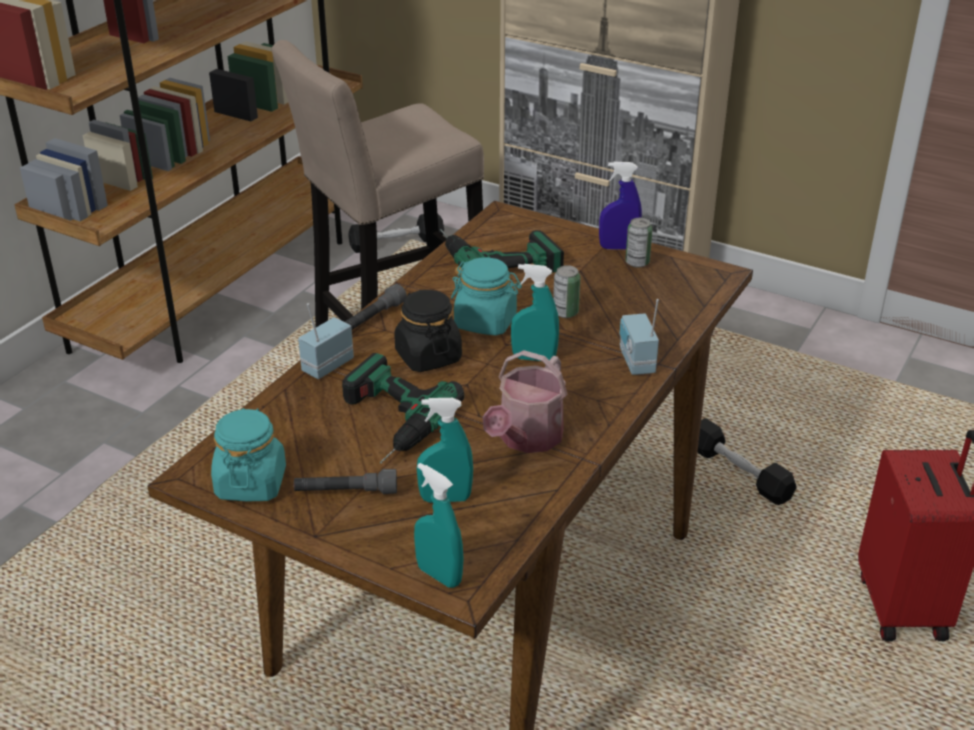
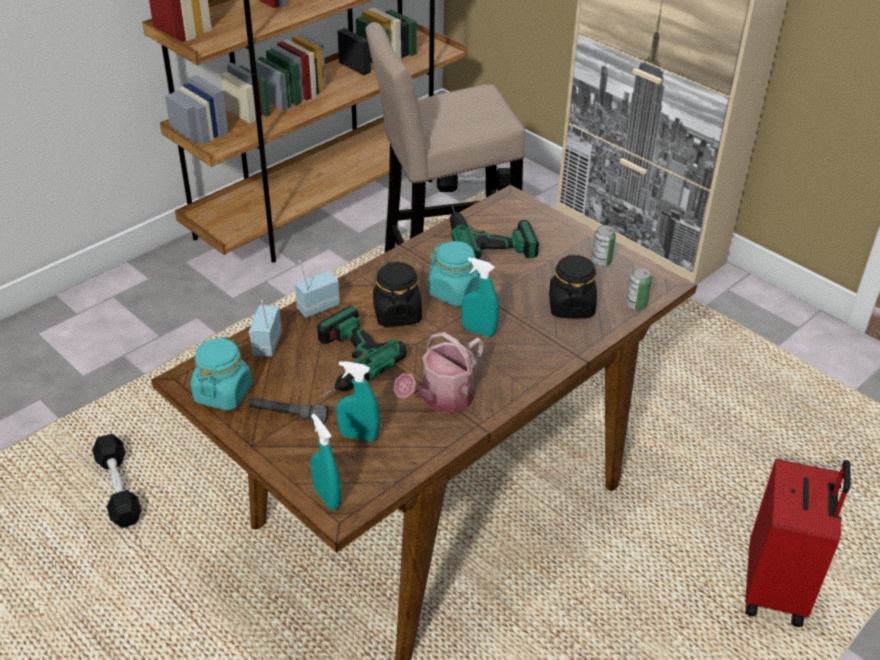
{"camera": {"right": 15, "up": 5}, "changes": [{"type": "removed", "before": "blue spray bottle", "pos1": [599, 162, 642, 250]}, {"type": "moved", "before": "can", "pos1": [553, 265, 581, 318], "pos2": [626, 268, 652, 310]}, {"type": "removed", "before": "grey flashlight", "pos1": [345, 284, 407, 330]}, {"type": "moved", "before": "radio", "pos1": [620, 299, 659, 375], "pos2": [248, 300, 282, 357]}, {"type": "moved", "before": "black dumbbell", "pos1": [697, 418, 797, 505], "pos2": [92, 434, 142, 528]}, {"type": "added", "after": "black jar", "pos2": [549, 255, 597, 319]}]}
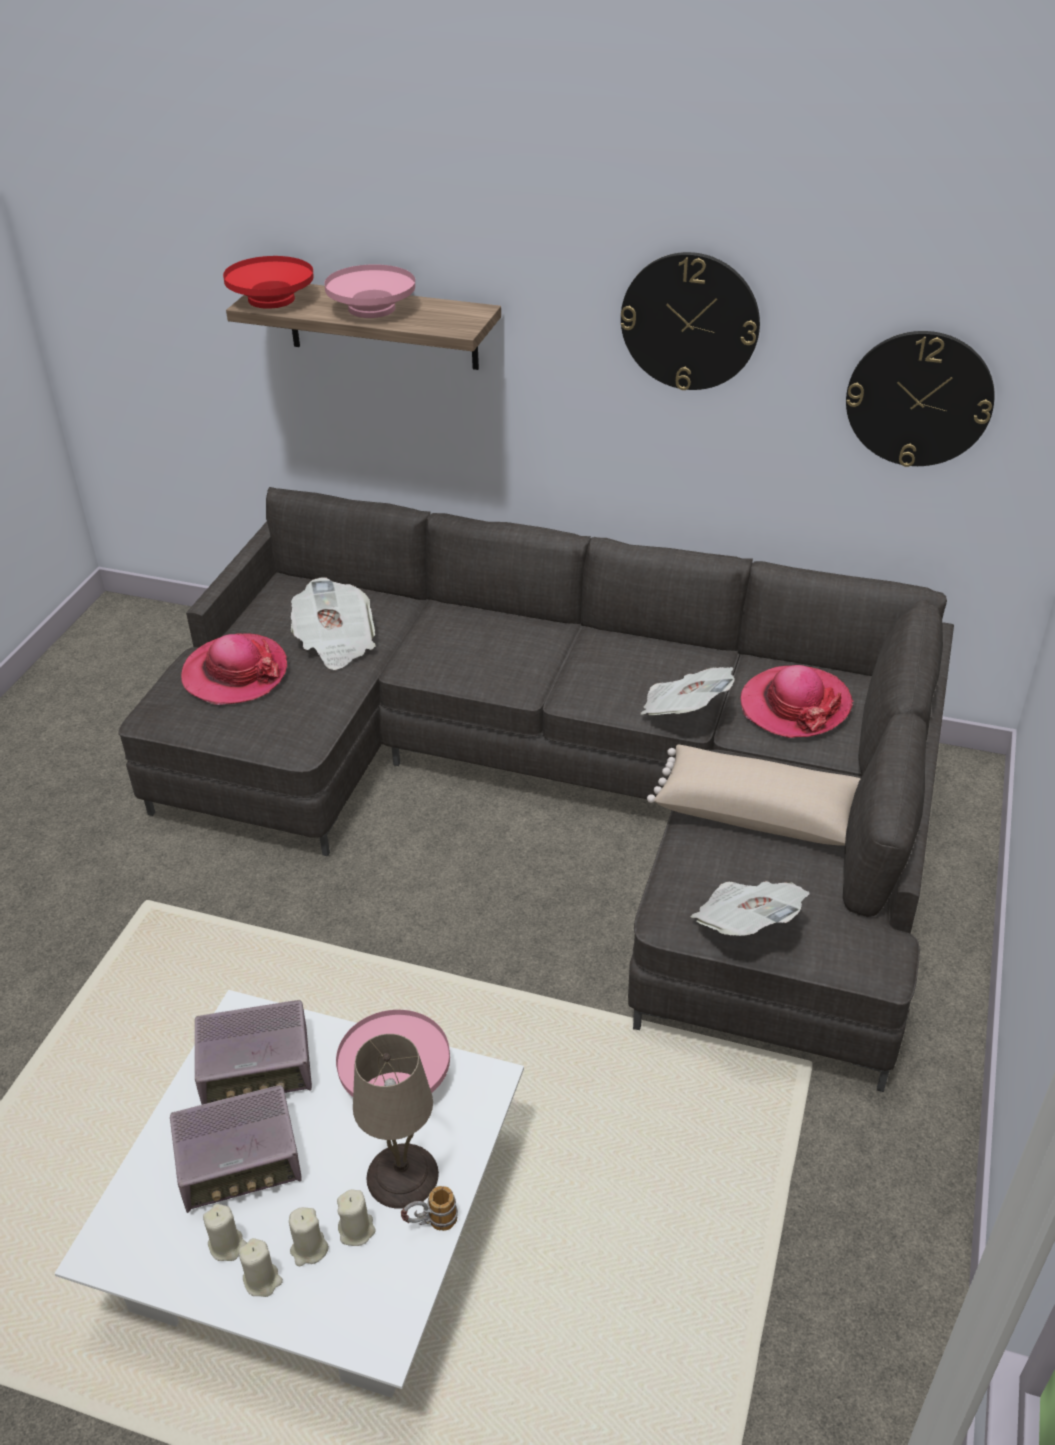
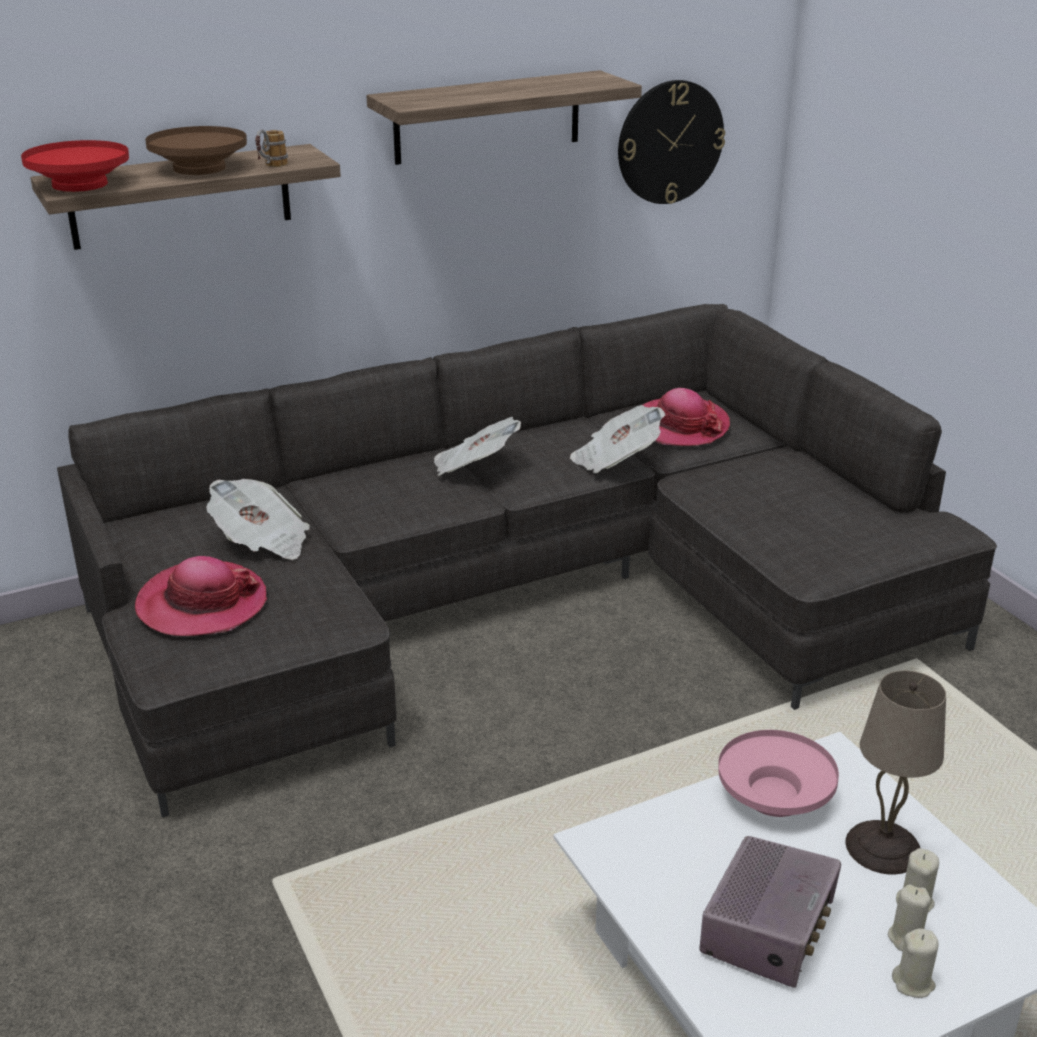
{"camera": {"right": -45, "up": -10}, "changes": [{"type": "replaced", "before": "wall clock", "after": "shelf", "pos1": [621, 252, 760, 390], "pos2": [366, 70, 642, 165]}, {"type": "recoloured", "before": "pink bowl", "after": "brown bowl", "pos1": [325, 264, 415, 318], "pos2": [145, 126, 247, 175]}, {"type": "removed", "before": "beige pillow", "pos1": [647, 744, 861, 846]}, {"type": "moved", "before": "newspaper", "pos1": [690, 881, 809, 936], "pos2": [434, 417, 521, 476]}, {"type": "removed", "before": "radio", "pos1": [195, 1000, 312, 1105]}, {"type": "moved", "before": "mug", "pos1": [401, 1186, 458, 1231], "pos2": [255, 130, 288, 167]}, {"type": "removed", "before": "beige candle", "pos1": [203, 1204, 247, 1261]}]}
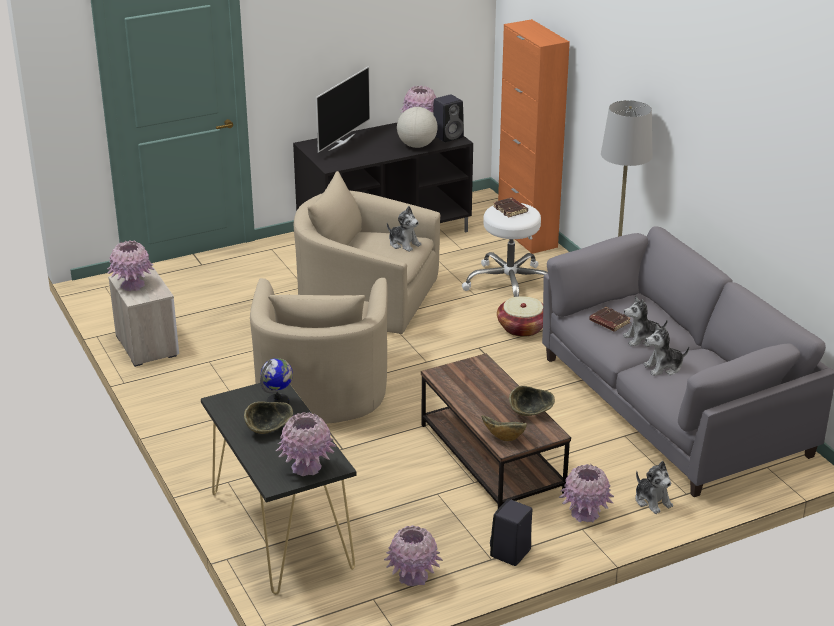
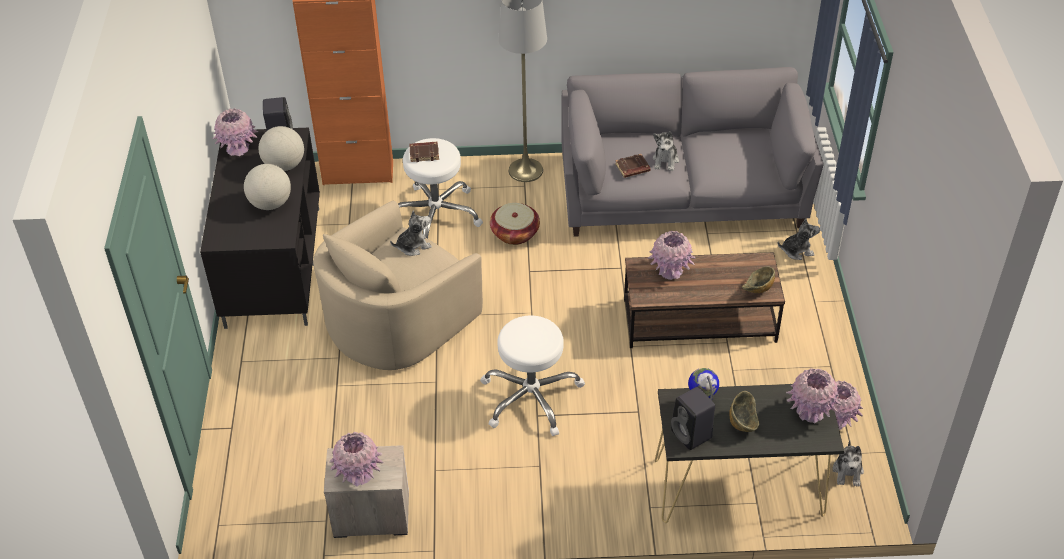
{"camera": {"right": -65, "up": 15}, "changes": [{"type": "removed", "before": "television", "pos1": [316, 66, 370, 153]}, {"type": "replaced", "before": "beige armchair", "after": "white stool", "pos1": [250, 278, 388, 424], "pos2": [480, 316, 585, 436]}, {"type": "moved", "before": "plush toy", "pos1": [644, 324, 689, 376], "pos2": [832, 440, 864, 486]}, {"type": "removed", "before": "bowl", "pos1": [509, 386, 555, 416]}, {"type": "moved", "before": "pink vase", "pos1": [559, 464, 614, 522], "pos2": [648, 231, 696, 280]}, {"type": "moved", "before": "black speaker", "pos1": [490, 499, 532, 566], "pos2": [671, 387, 715, 450]}, {"type": "added", "after": "globe", "pos2": [244, 164, 291, 210]}]}
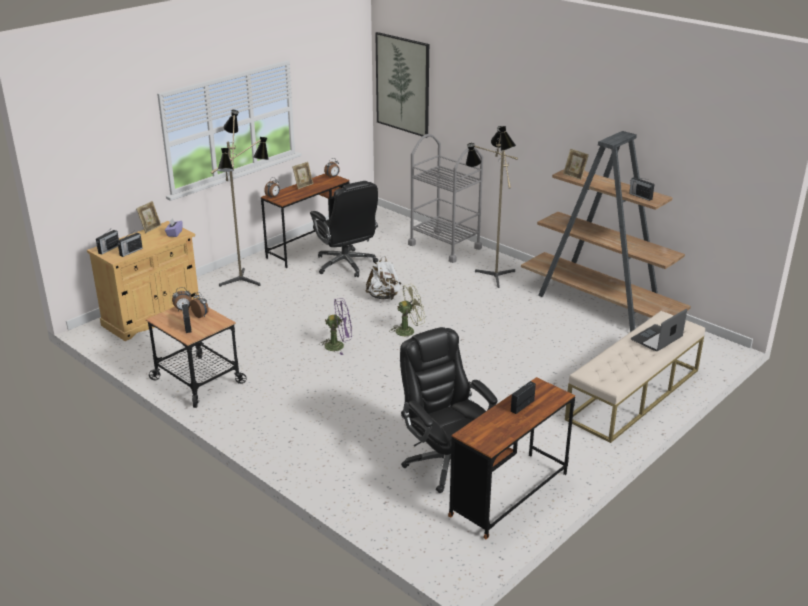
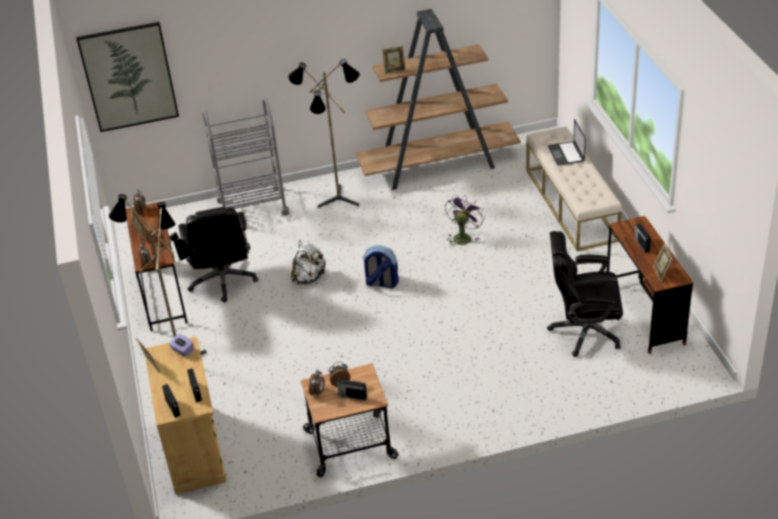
{"camera": {"right": -55, "up": 10}, "changes": [{"type": "removed", "before": "radio", "pos1": [629, 177, 655, 201]}, {"type": "turned", "before": "black office chair", "pos1": [310, 181, 378, 277], "pos2": [178, 207, 259, 302], "turn": 75}, {"type": "replaced", "before": "green fan", "after": "backpack", "pos1": [389, 284, 425, 337], "pos2": [363, 245, 399, 288]}, {"type": "moved", "before": "purple fan", "pos1": [319, 298, 352, 355], "pos2": [445, 195, 485, 247]}, {"type": "added", "after": "picture frame", "pos2": [653, 243, 673, 282]}]}
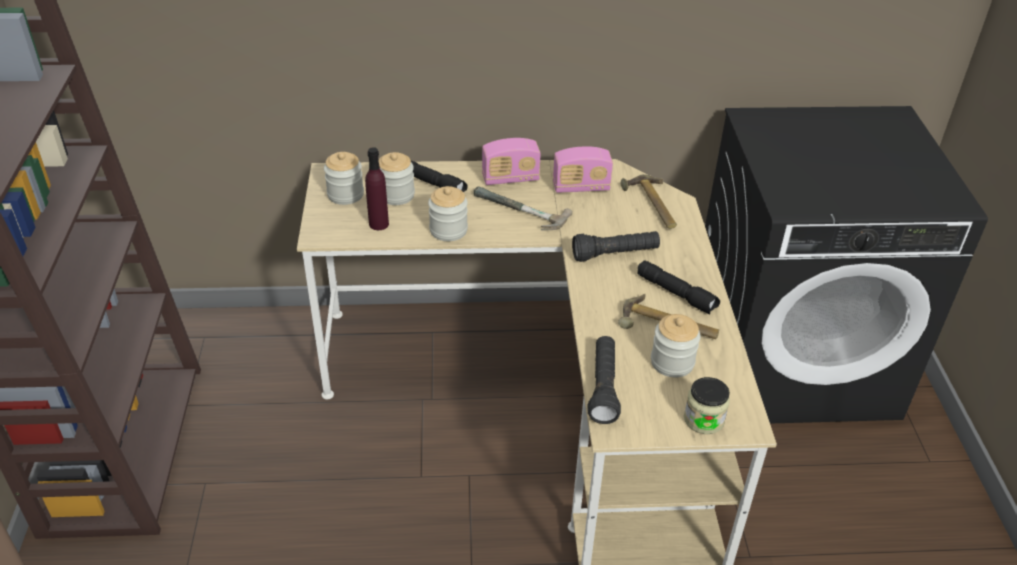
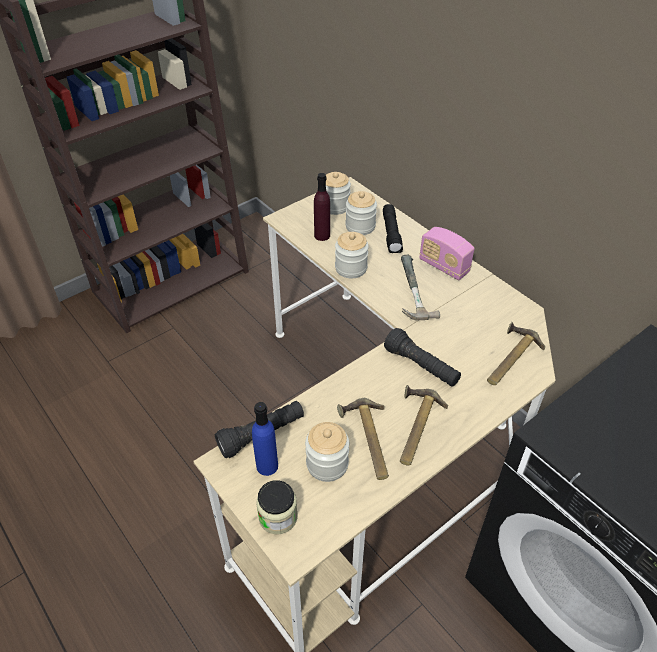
{"camera": {"right": 55, "up": 5}, "changes": [{"type": "removed", "before": "radio", "pos1": [553, 146, 613, 193]}, {"type": "replaced", "before": "black flashlight", "after": "hammer", "pos1": [637, 260, 720, 314], "pos2": [400, 385, 448, 465]}, {"type": "added", "after": "blue bottle", "pos2": [252, 402, 278, 476]}]}
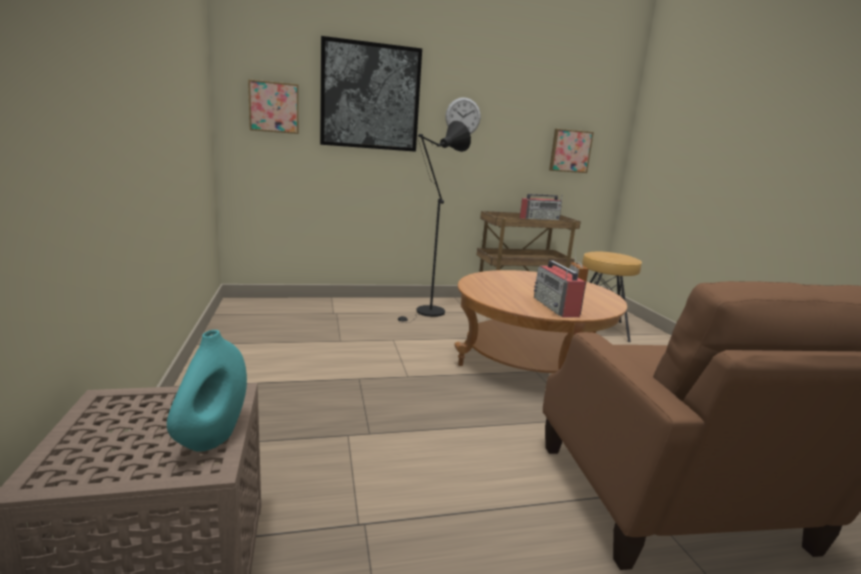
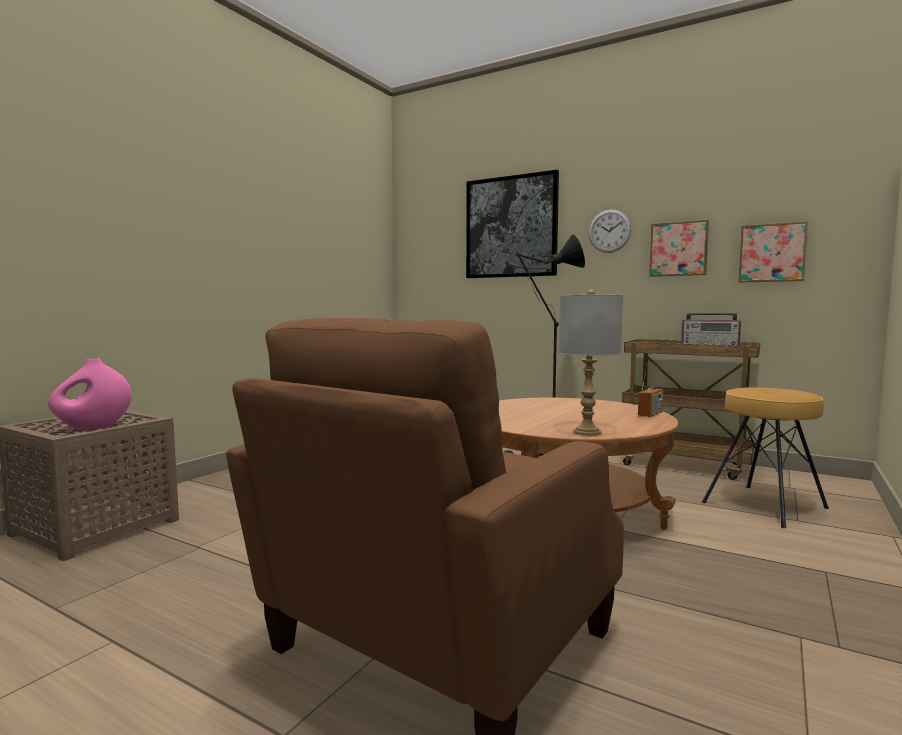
{"camera": {"right": 45, "up": -10}, "changes": [{"type": "moved", "before": "picture", "pos1": [248, 79, 299, 134], "pos2": [649, 220, 709, 277]}, {"type": "removed", "before": "radio", "pos1": [534, 260, 586, 317]}, {"type": "recoloured", "before": "turquoise vase", "after": "pink vase", "pos1": [167, 330, 247, 452], "pos2": [48, 358, 131, 430]}, {"type": "added", "after": "grey table lamp", "pos2": [559, 290, 623, 436]}]}
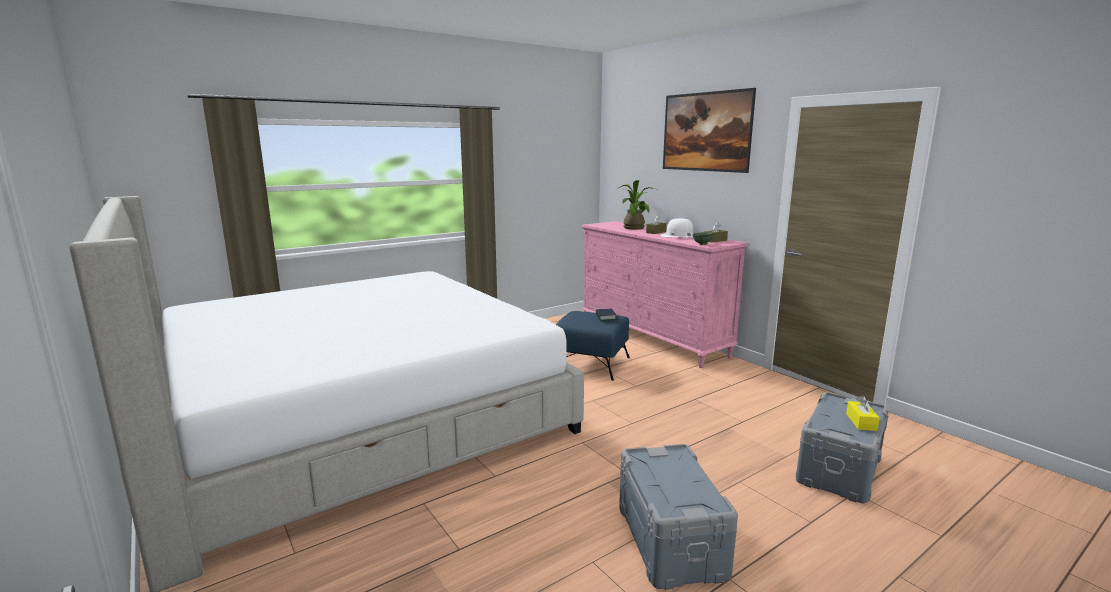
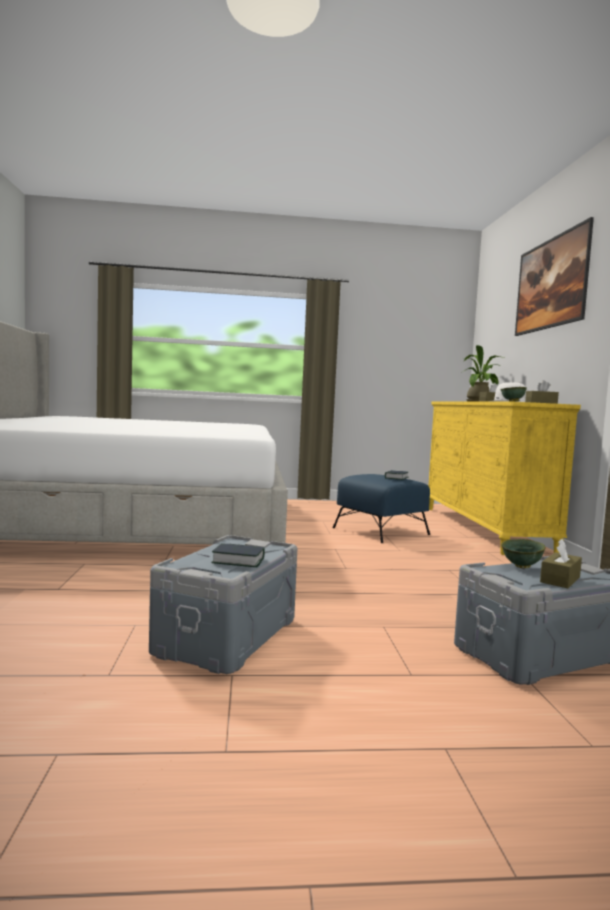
{"camera": {"right": 30, "up": -10}, "changes": [{"type": "recoloured", "before": "pink dresser", "after": "yellow dresser", "pos1": [582, 221, 749, 368], "pos2": [428, 402, 581, 555]}, {"type": "recoloured", "before": "yellow tissue box", "after": "brown tissue box", "pos1": [846, 396, 880, 431], "pos2": [540, 539, 582, 588]}, {"type": "added", "after": "green bowl", "pos2": [501, 539, 545, 568]}, {"type": "added", "after": "book", "pos2": [211, 543, 265, 567]}]}
